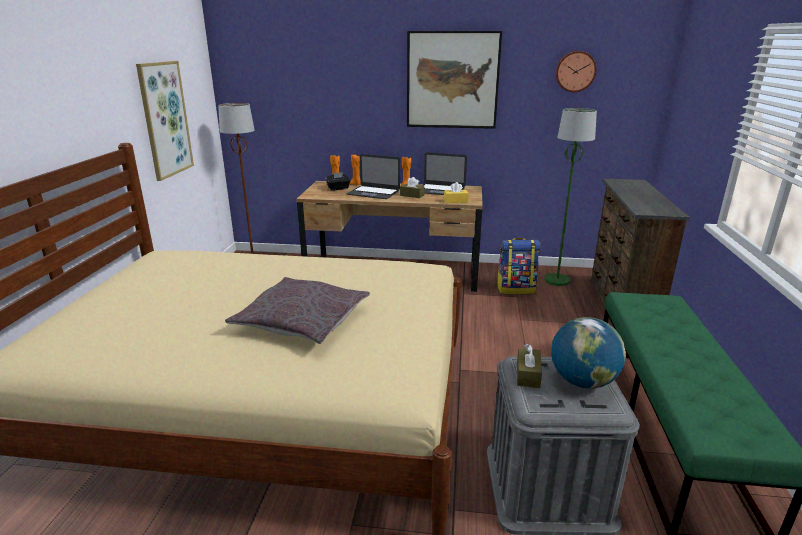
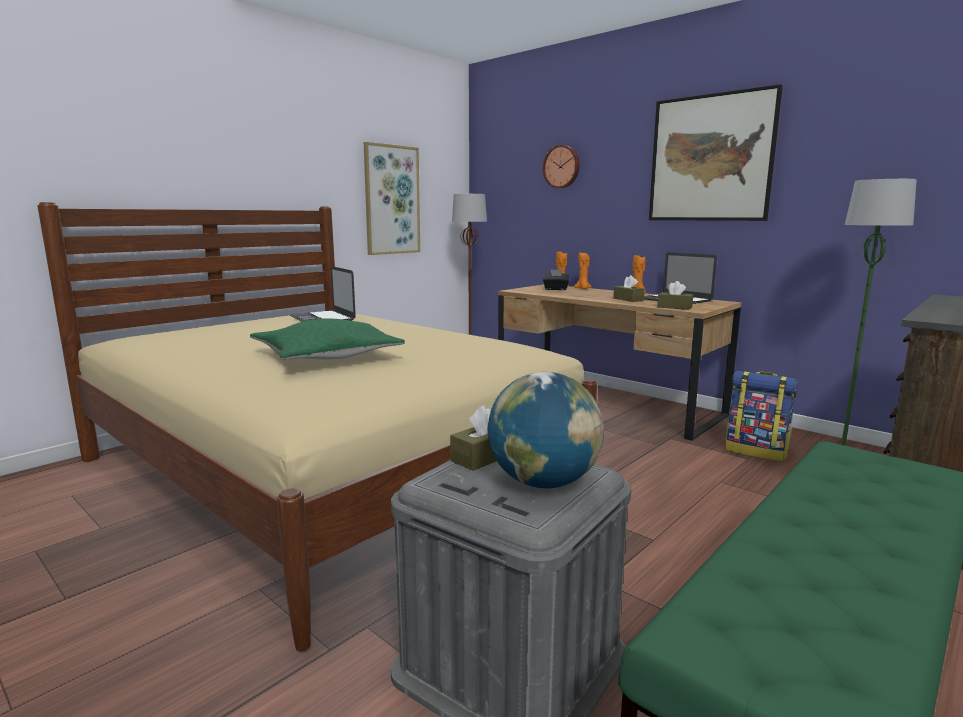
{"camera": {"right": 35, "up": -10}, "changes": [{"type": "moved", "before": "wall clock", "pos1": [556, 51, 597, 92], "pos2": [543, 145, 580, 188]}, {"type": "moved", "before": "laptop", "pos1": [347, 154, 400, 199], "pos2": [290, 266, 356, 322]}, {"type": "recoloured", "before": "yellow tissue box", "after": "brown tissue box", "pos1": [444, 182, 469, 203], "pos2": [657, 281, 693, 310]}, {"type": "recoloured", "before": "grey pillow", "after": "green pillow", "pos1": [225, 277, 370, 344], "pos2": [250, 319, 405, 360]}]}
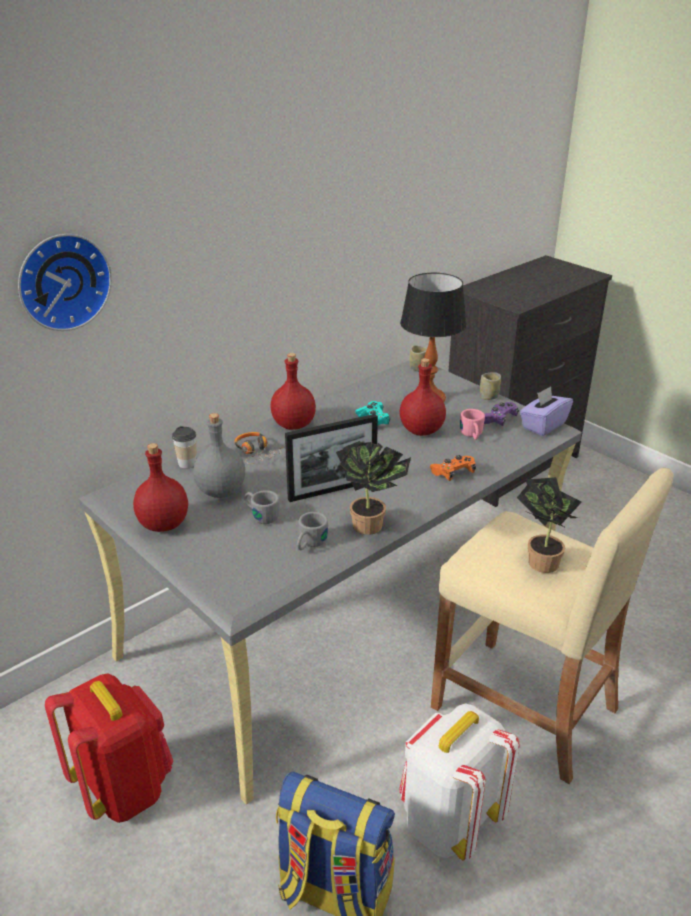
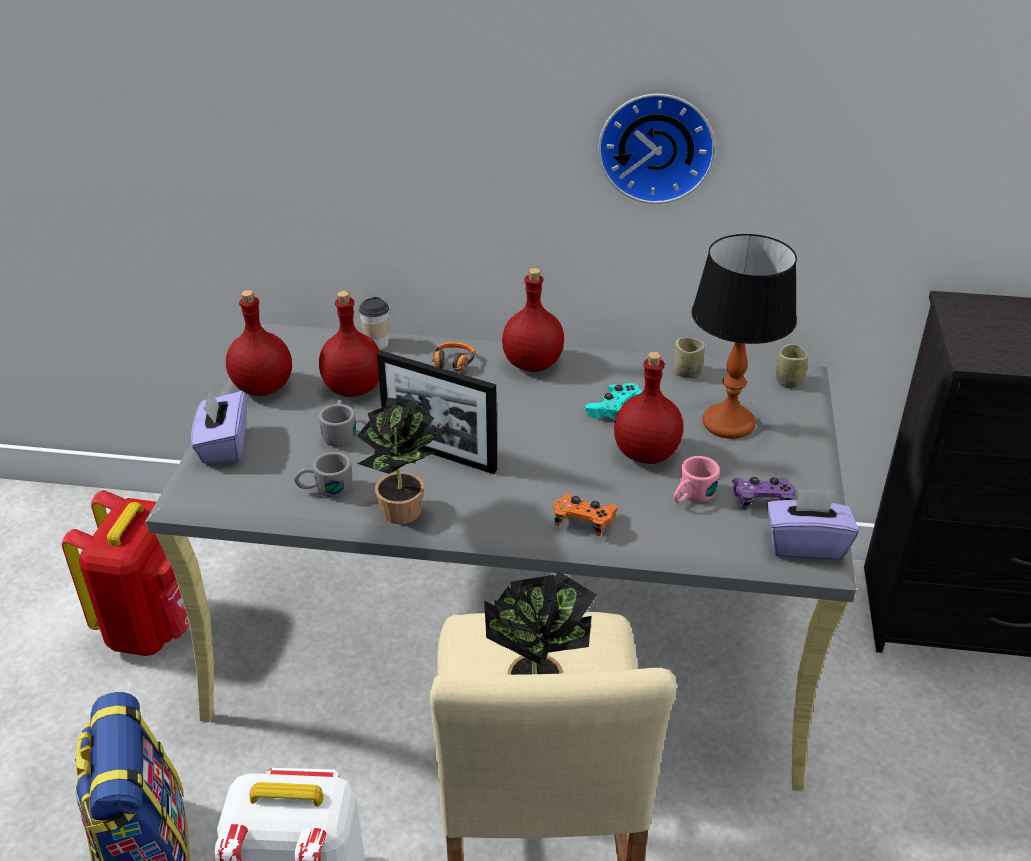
{"camera": {"right": 50, "up": 5}, "changes": [{"type": "moved", "before": "wall clock", "pos1": [18, 234, 112, 331], "pos2": [598, 94, 715, 204]}, {"type": "moved", "before": "cup", "pos1": [480, 372, 501, 400], "pos2": [674, 337, 705, 378]}, {"type": "recoloured", "before": "grey bottle", "after": "red bottle", "pos1": [193, 413, 245, 498], "pos2": [319, 291, 380, 397]}, {"type": "added", "after": "purple tissue box", "pos2": [191, 390, 247, 464]}]}
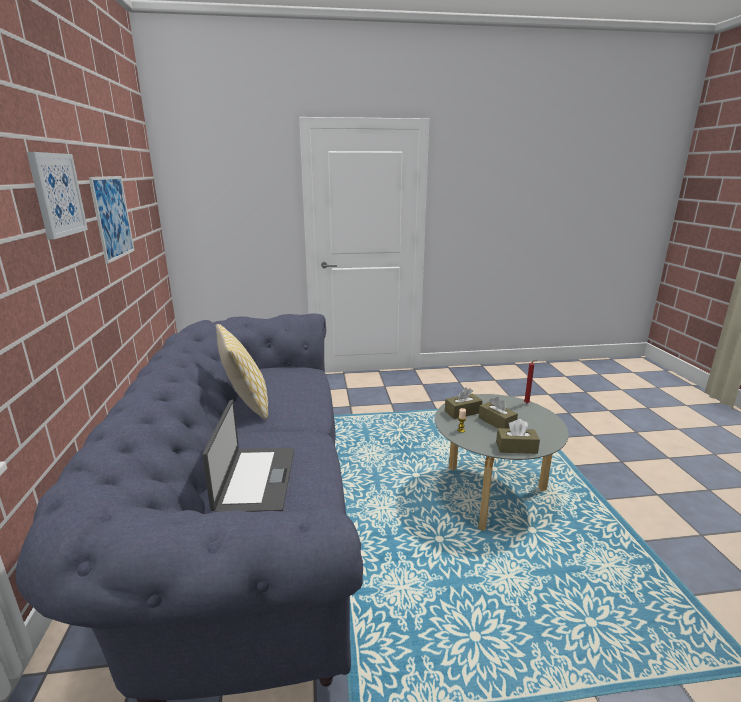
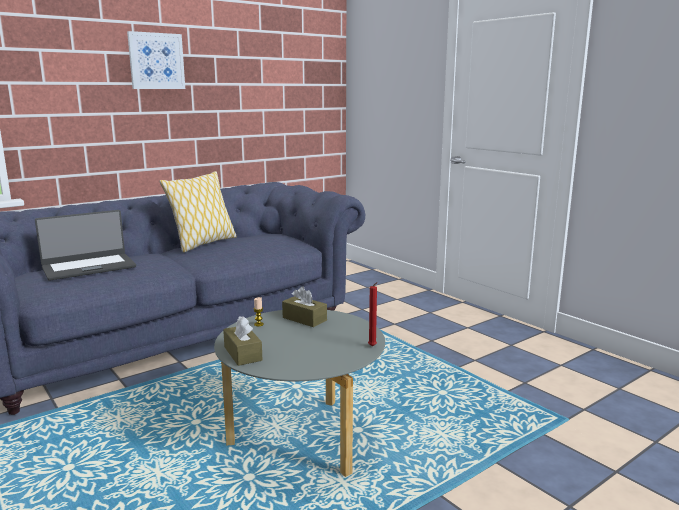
{"camera": {"right": 60, "up": -5}, "changes": [{"type": "removed", "before": "picture", "pos1": [89, 176, 135, 264]}, {"type": "removed", "before": "brown tissue box", "pos1": [479, 396, 518, 429]}]}
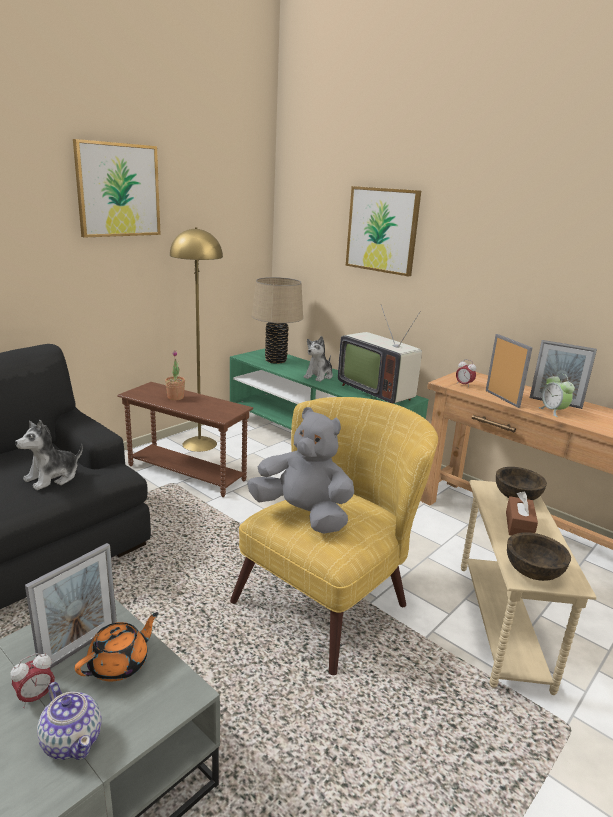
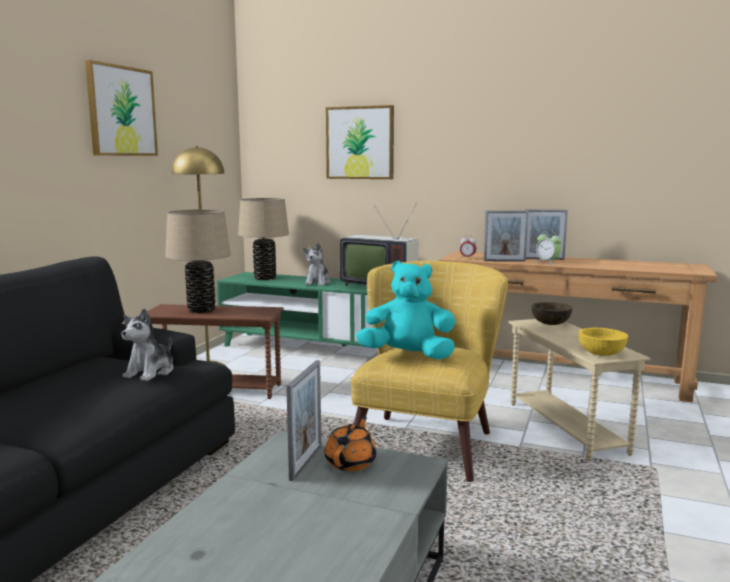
{"camera": {"right": -20, "up": -10}, "changes": [{"type": "turned", "before": "picture frame", "pos1": [486, 334, 533, 408], "pos2": [484, 210, 528, 262], "turn": 135}, {"type": "replaced", "before": "potted plant", "after": "beige table lamp", "pos1": [165, 351, 185, 400], "pos2": [165, 209, 231, 313]}, {"type": "recoloured", "before": "grey plush toy", "after": "turquoise plush toy", "pos1": [247, 407, 354, 534], "pos2": [356, 261, 455, 360]}, {"type": "removed", "before": "brown tissue box", "pos1": [506, 492, 538, 536]}, {"type": "recoloured", "before": "brown bowl", "after": "yellow bowl", "pos1": [507, 532, 571, 581], "pos2": [579, 328, 628, 356]}, {"type": "removed", "before": "alarm clock", "pos1": [10, 653, 55, 708]}, {"type": "removed", "before": "teapot", "pos1": [37, 682, 102, 760]}]}
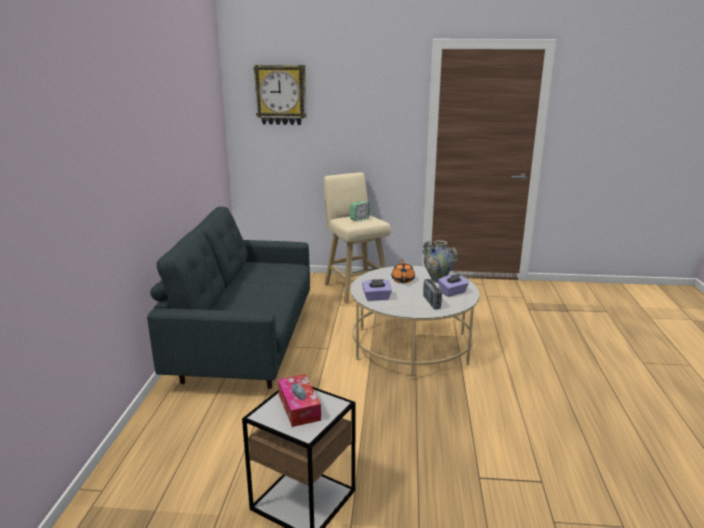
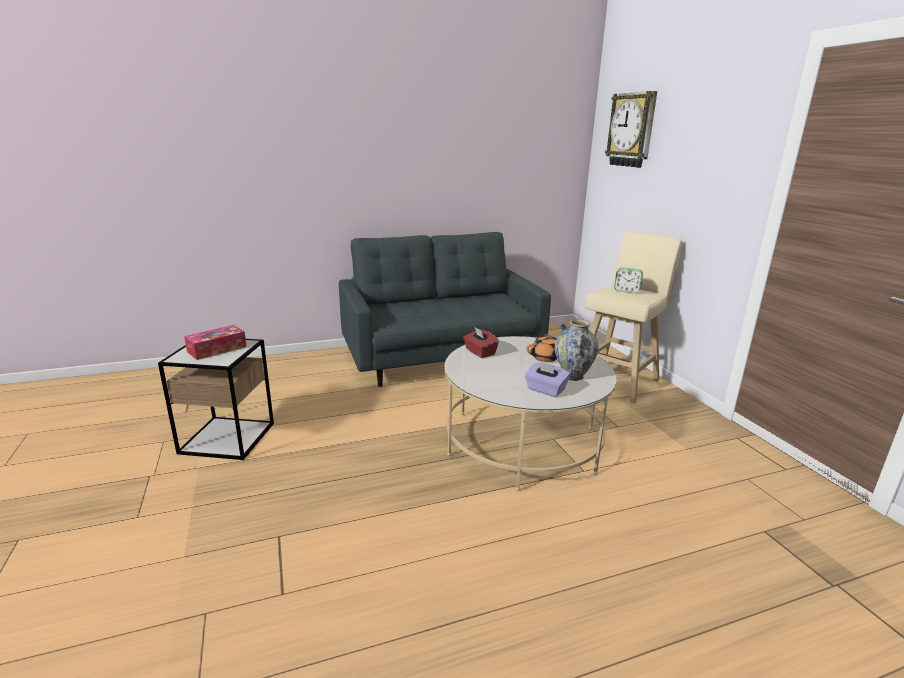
{"camera": {"right": 65, "up": 0}, "changes": [{"type": "recoloured", "before": "purple tissue box", "after": "red tissue box", "pos1": [362, 279, 392, 301], "pos2": [463, 326, 499, 358]}, {"type": "removed", "before": "radio", "pos1": [423, 279, 442, 309]}]}
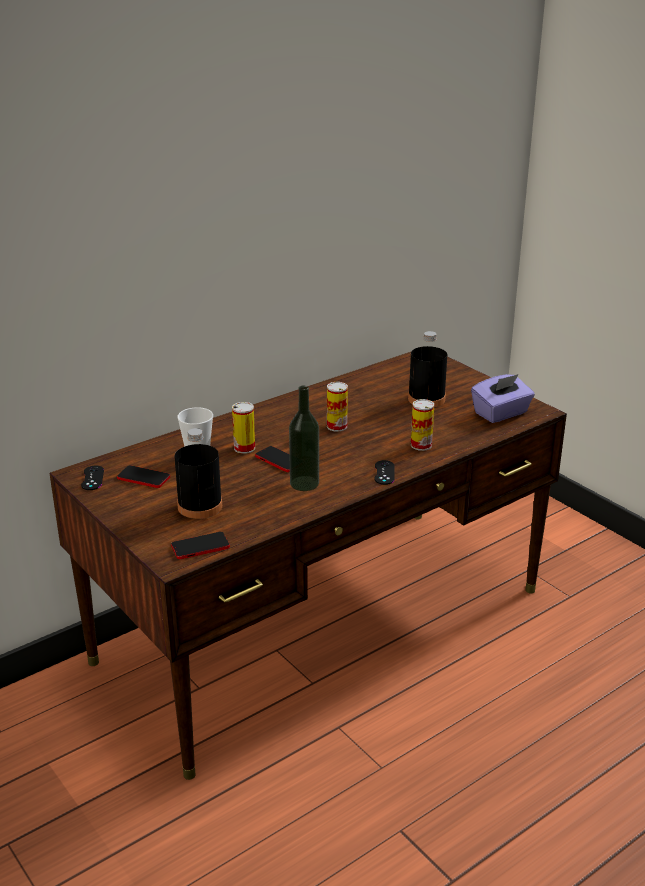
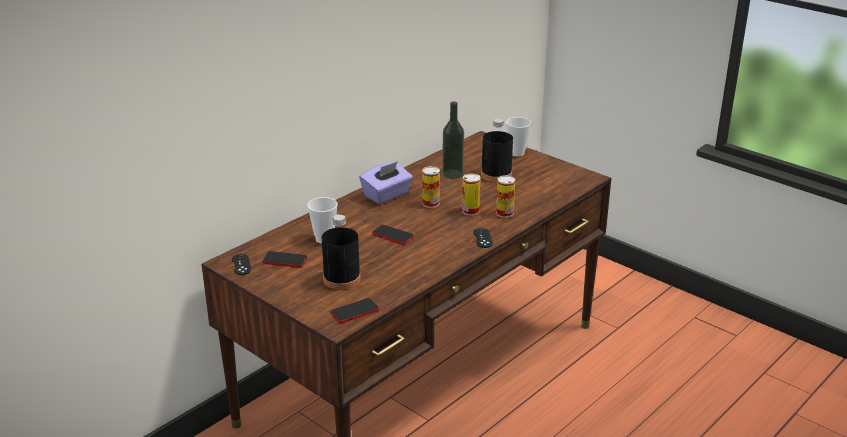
{"camera": {"right": -10, "up": 0}, "changes": [{"type": "moved", "before": "purple tissue box", "pos1": [471, 374, 535, 423], "pos2": [359, 162, 413, 204]}, {"type": "moved", "before": "bottle", "pos1": [289, 385, 319, 491], "pos2": [442, 101, 464, 179]}, {"type": "moved", "before": "can", "pos1": [232, 402, 255, 454], "pos2": [462, 173, 481, 216]}, {"type": "added", "after": "cup", "pos2": [506, 117, 532, 157]}]}
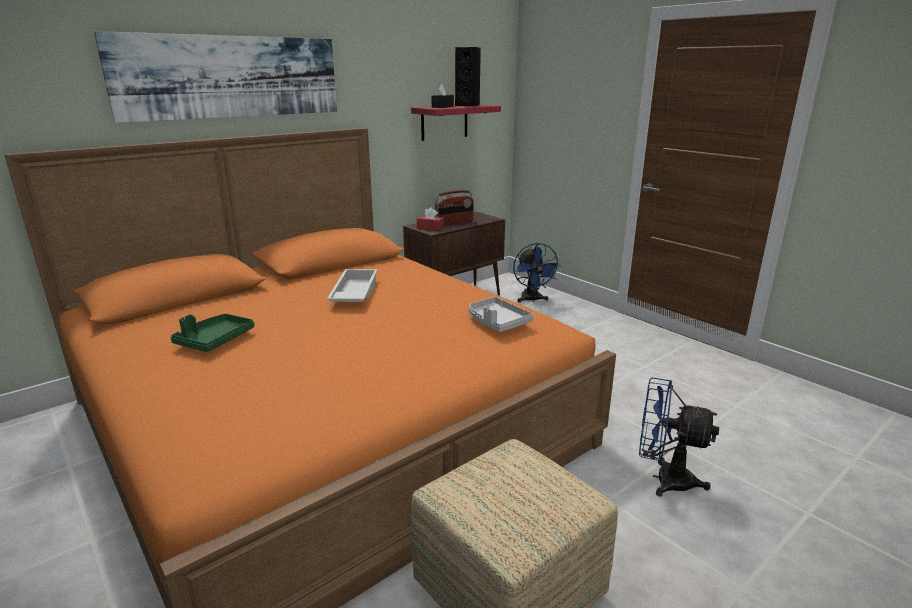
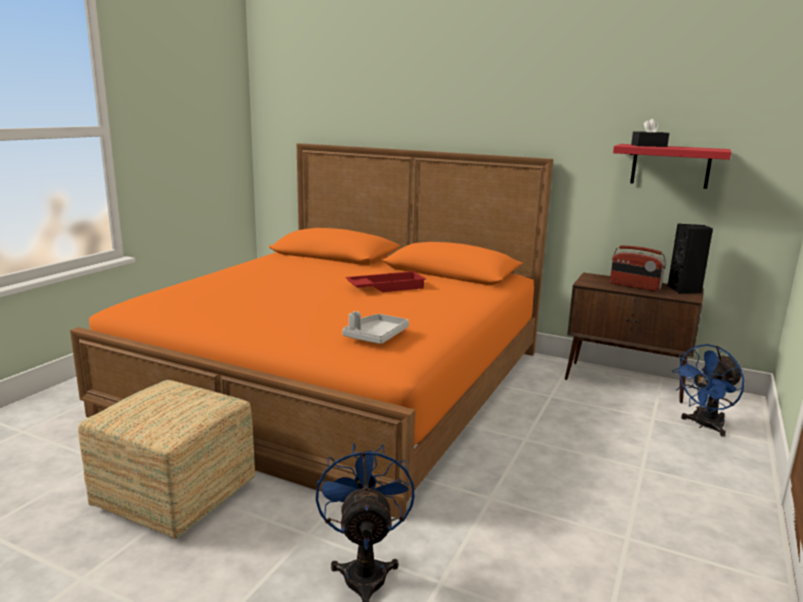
{"camera": {"right": 65, "up": -5}, "changes": [{"type": "removed", "before": "picture", "pos1": [94, 31, 337, 123]}, {"type": "moved", "before": "black speaker", "pos1": [455, 47, 481, 106], "pos2": [668, 224, 713, 294]}, {"type": "removed", "before": "red tissue box", "pos1": [417, 207, 444, 231]}, {"type": "recoloured", "before": "white tray", "after": "red tray", "pos1": [327, 269, 377, 302], "pos2": [346, 271, 426, 292]}, {"type": "removed", "before": "green tray", "pos1": [170, 314, 254, 352]}]}
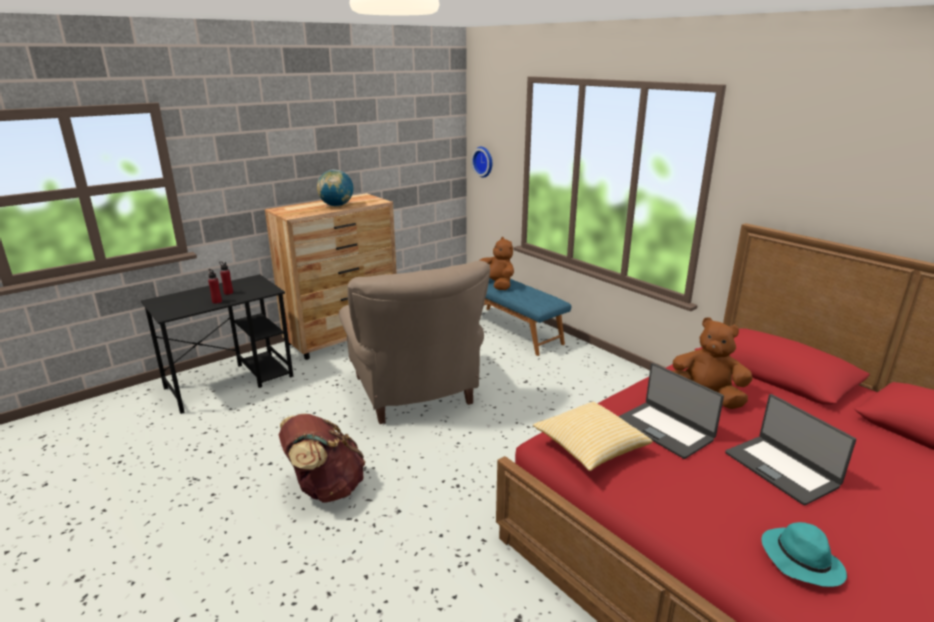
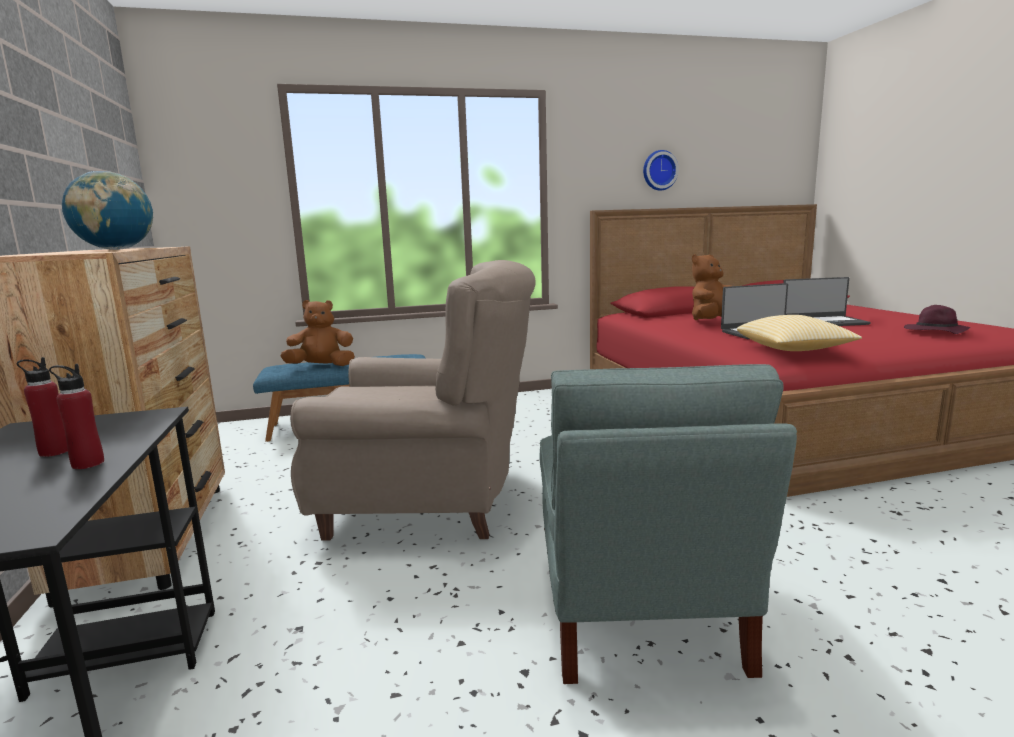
{"camera": {"right": -65, "up": -10}, "changes": [{"type": "moved", "before": "wall clock", "pos1": [471, 147, 492, 178], "pos2": [643, 150, 679, 191]}, {"type": "replaced", "before": "brown backpack", "after": "grey armchair", "pos1": [279, 414, 365, 503], "pos2": [540, 364, 797, 684]}, {"type": "recoloured", "before": "turquoise hat", "after": "purple hat", "pos1": [761, 522, 847, 587], "pos2": [904, 305, 971, 334]}]}
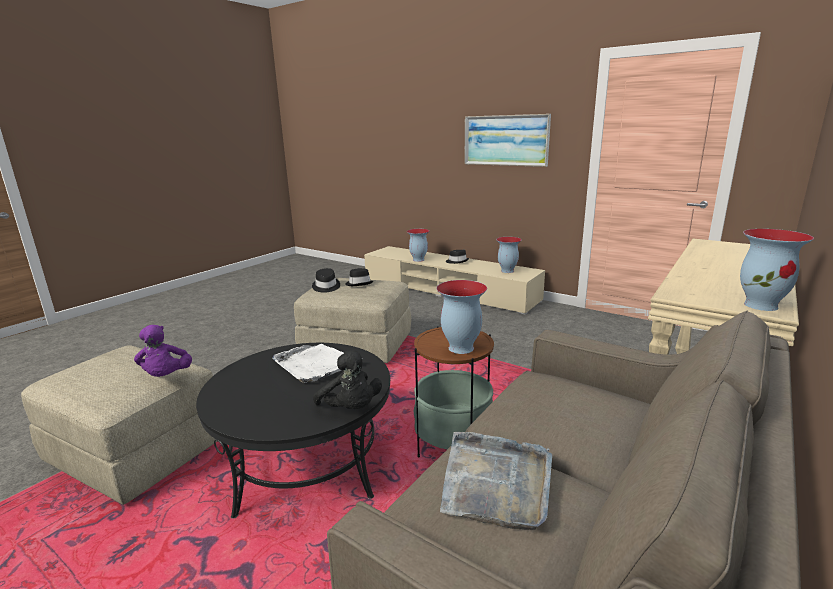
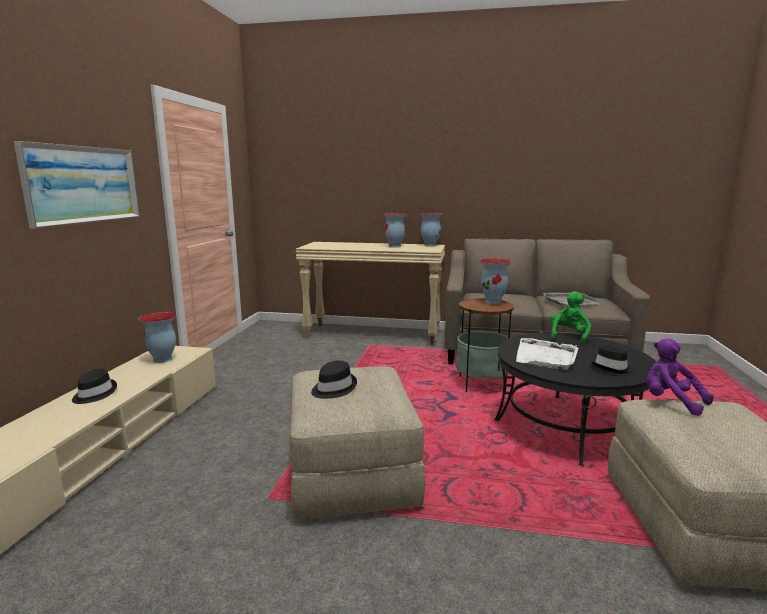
{"camera": {"right": -115, "up": -5}, "changes": [{"type": "moved", "before": "vase", "pos1": [407, 229, 429, 262], "pos2": [383, 213, 407, 248]}, {"type": "moved", "before": "black hat", "pos1": [312, 268, 340, 293], "pos2": [591, 346, 633, 374]}, {"type": "turned", "before": "purple plush toy", "pos1": [134, 325, 192, 377], "pos2": [647, 338, 714, 416], "turn": -90}, {"type": "recoloured", "before": "black plush toy", "after": "green plush toy", "pos1": [313, 350, 382, 409], "pos2": [550, 291, 591, 344]}]}
